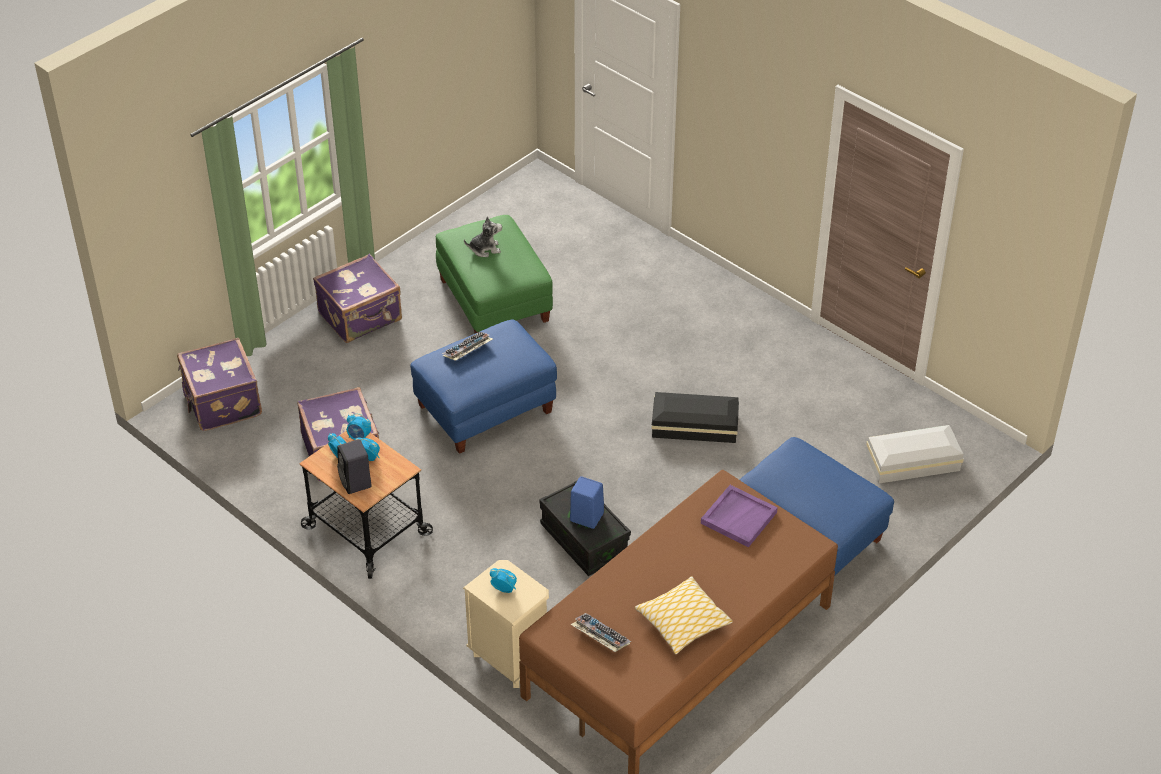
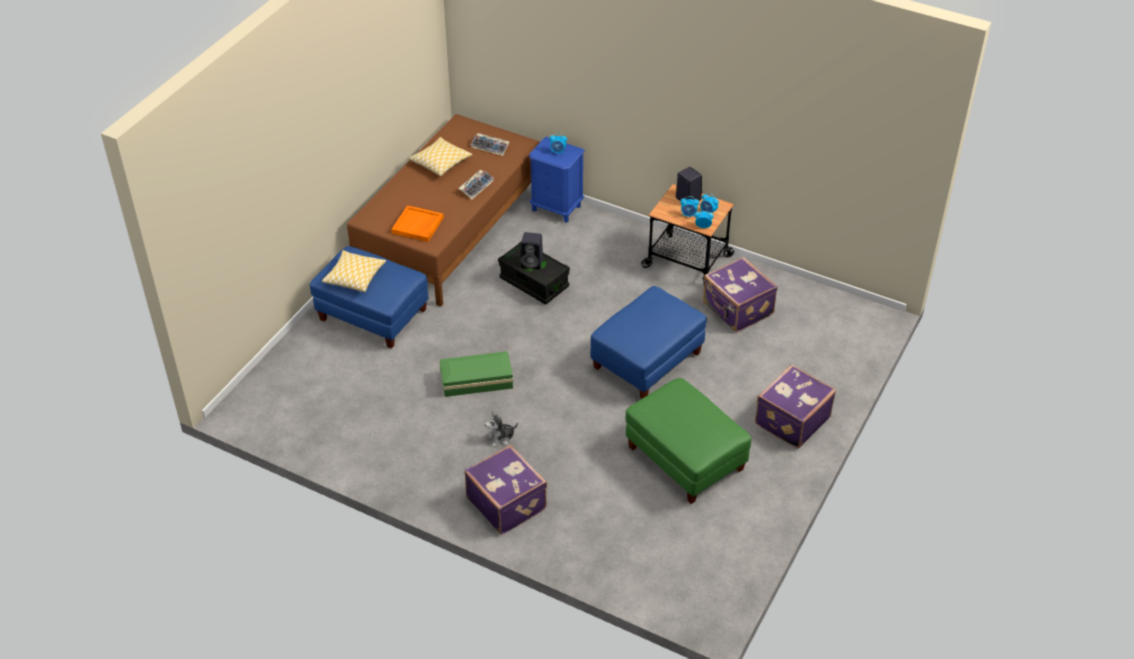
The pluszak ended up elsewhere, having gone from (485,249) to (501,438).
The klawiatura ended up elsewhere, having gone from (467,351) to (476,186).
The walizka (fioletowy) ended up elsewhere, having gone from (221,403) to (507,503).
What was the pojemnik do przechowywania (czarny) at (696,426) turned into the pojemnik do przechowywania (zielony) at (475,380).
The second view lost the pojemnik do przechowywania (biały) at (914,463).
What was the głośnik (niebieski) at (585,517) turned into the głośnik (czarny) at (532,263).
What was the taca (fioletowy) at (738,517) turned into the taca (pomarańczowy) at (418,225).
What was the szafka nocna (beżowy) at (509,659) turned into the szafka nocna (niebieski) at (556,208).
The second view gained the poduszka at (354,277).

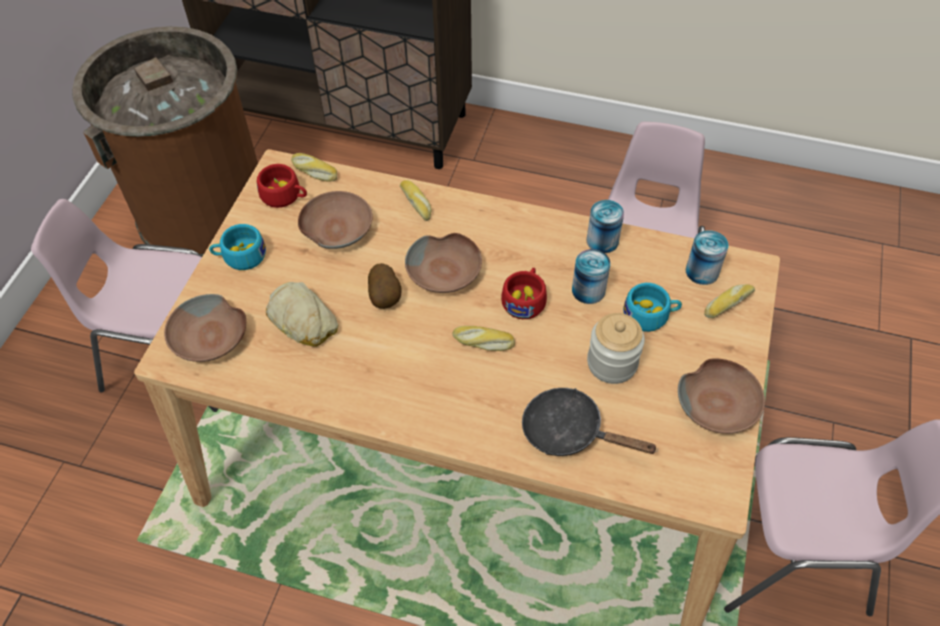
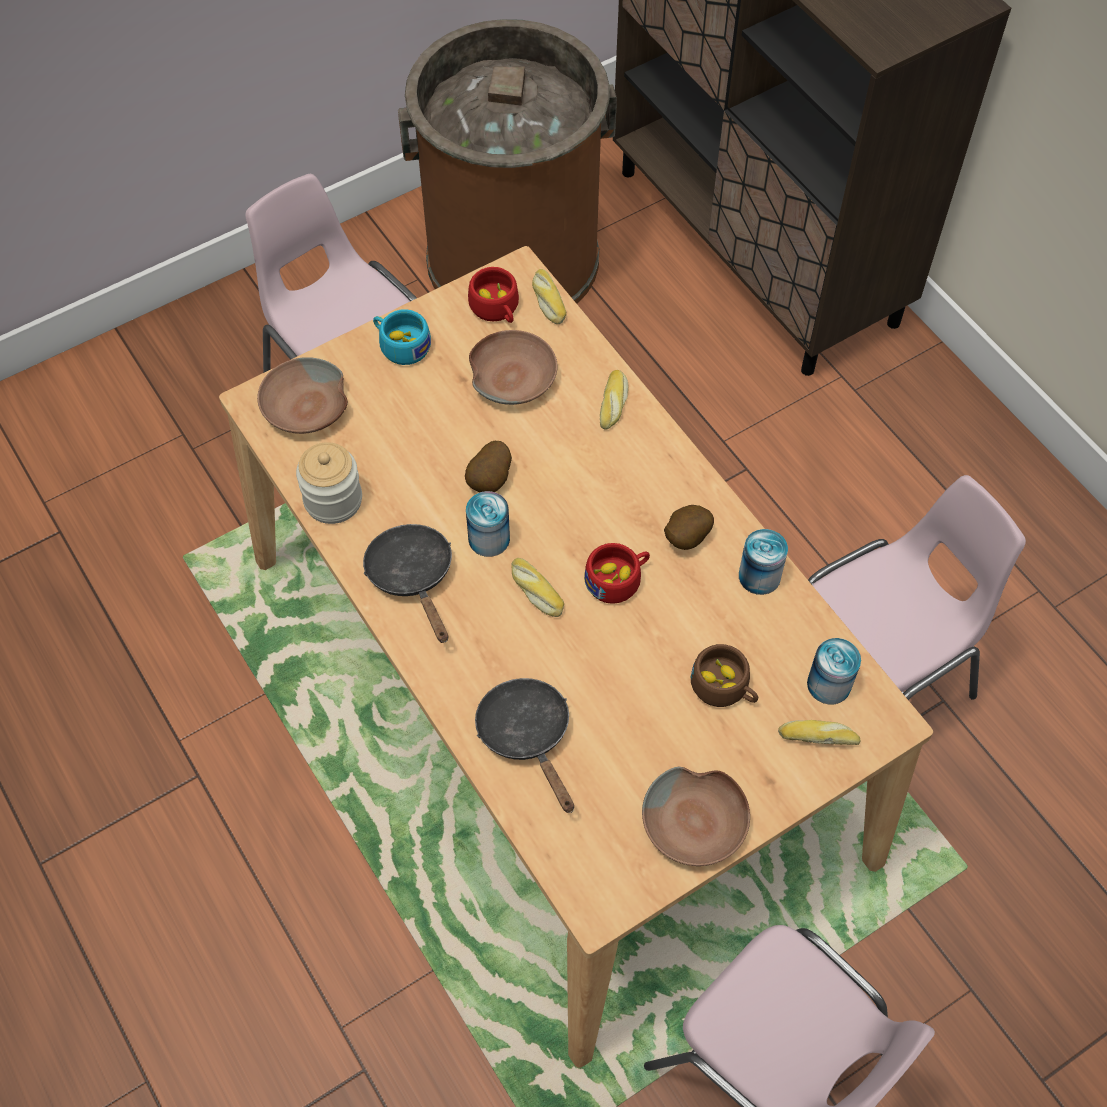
The second view lost the miska (brązowy) at (445,272).
The puszka ended up elsewhere, having gone from (588,290) to (489,538).
The second view lost the chleb at (302,321).
What was the filiżanka (turkusowy) at (650,315) turned into the filiżanka (brązowy) at (725,688).
The słoik ended up elsewhere, having gone from (612,363) to (333,500).
The second view gained the ziemniak at (685,538).
The second view gained the patelnia (czarny) at (413,577).

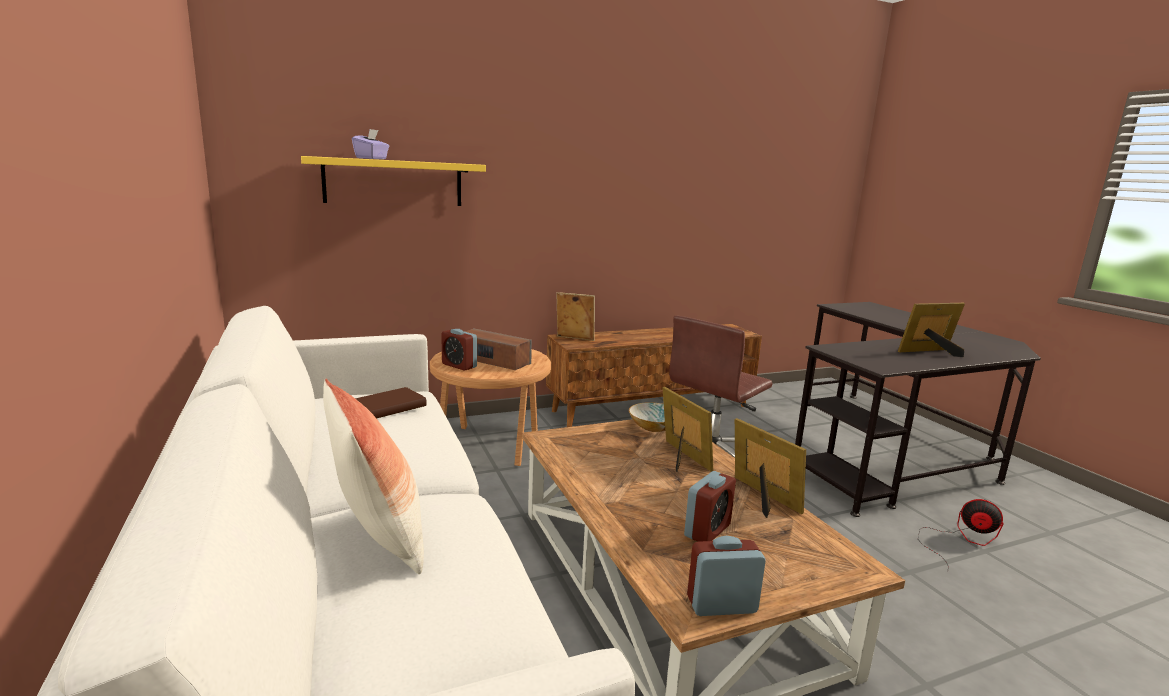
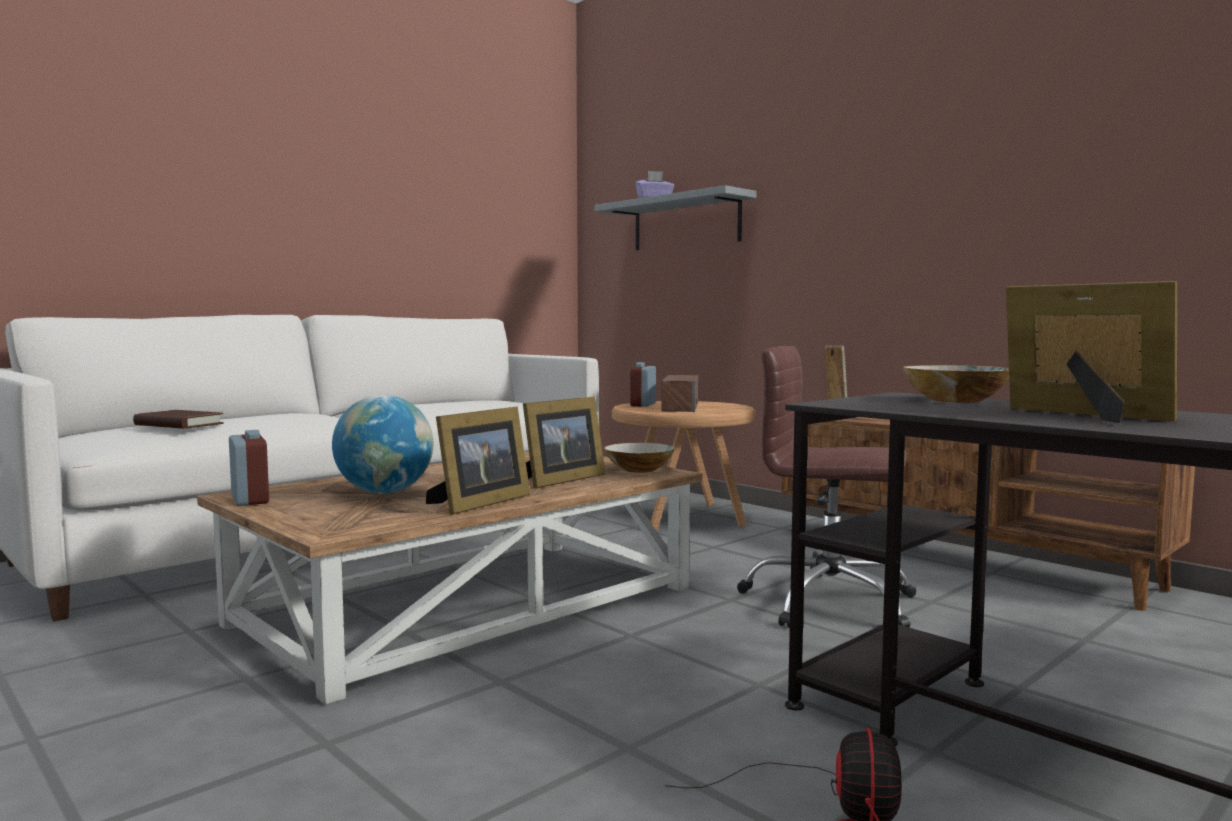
What was the półka (żółty) at (394,182) turned into the półka (szary) at (686,223).
The second view lost the poduszka at (379,536).
The książka (brązowy) ended up elsewhere, having gone from (390,407) to (178,424).
Where the budzik stood at (707,530), the globus came to stand at (384,492).
The second view gained the miska at (956,400).

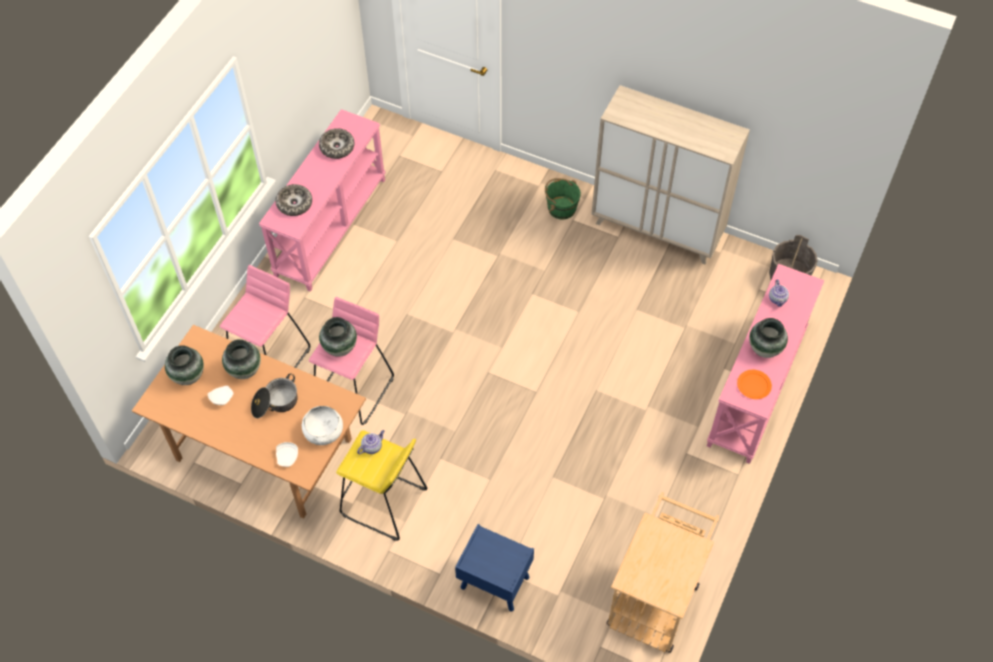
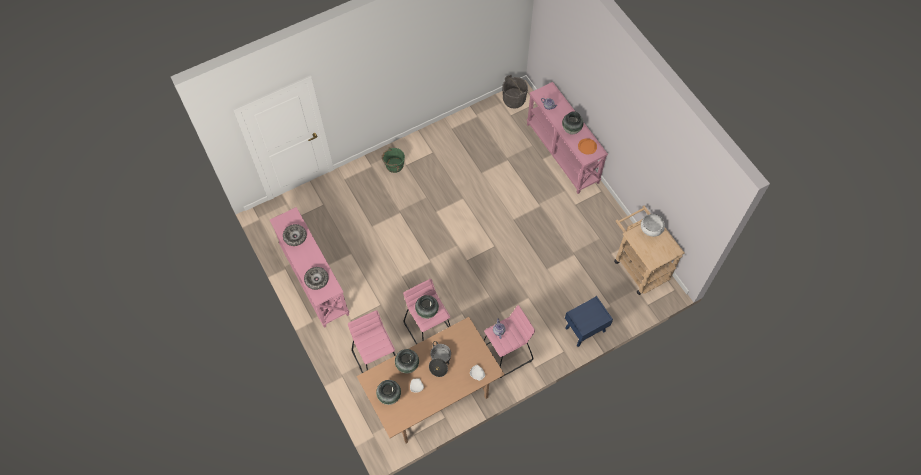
The second view lost the szafka (beżowy) at (657,229).
The miska (biały) ended up elsewhere, having gone from (323,430) to (651,228).
What was the stołek (żółty) at (384,503) turned into the stołek (różowy) at (506,354).

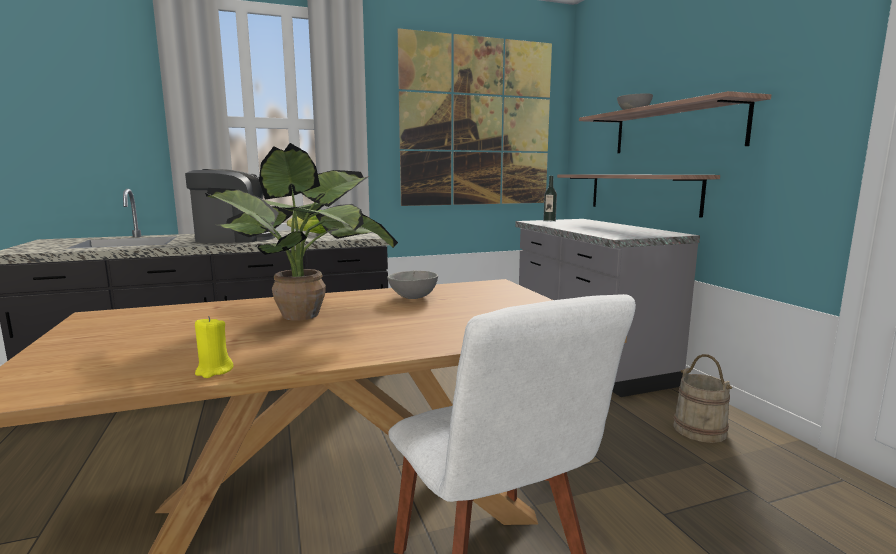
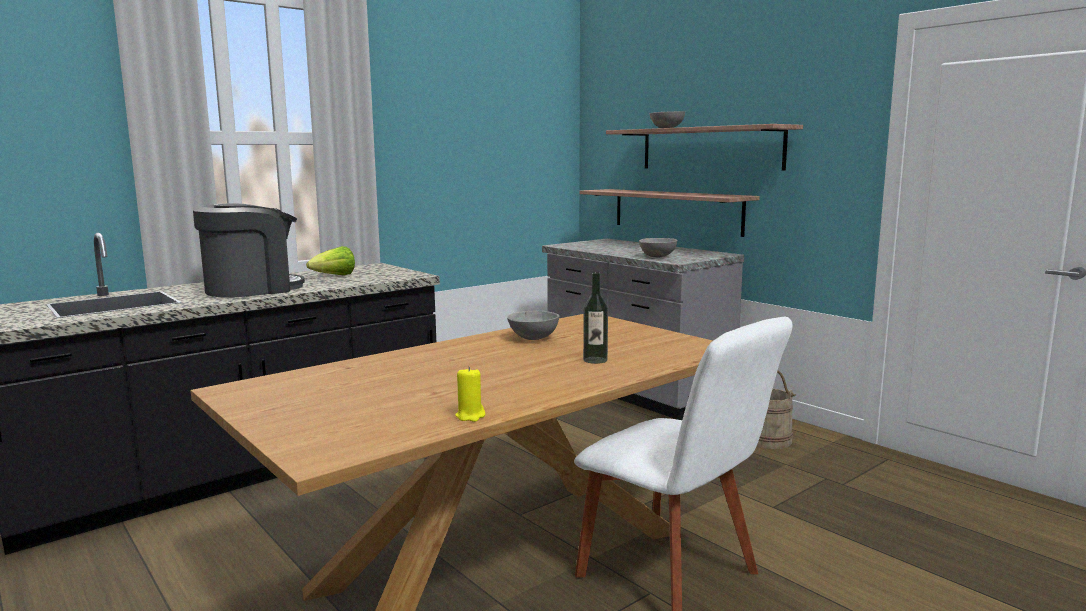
The second view lost the obraz at (477,123).
The second view lost the roślina doniczkowa at (306,313).
The butelka ended up elsewhere, having gone from (549,221) to (595,360).
The second view gained the miska (szary) at (657,257).

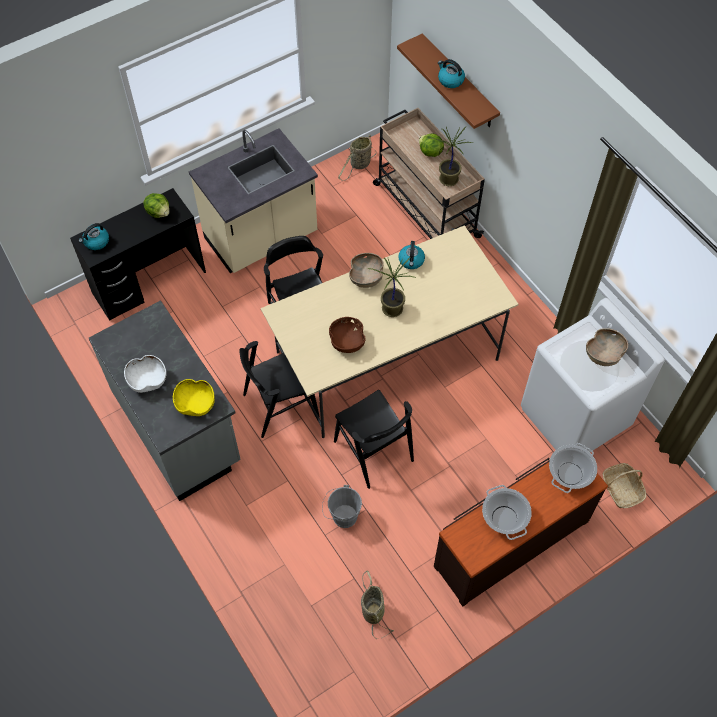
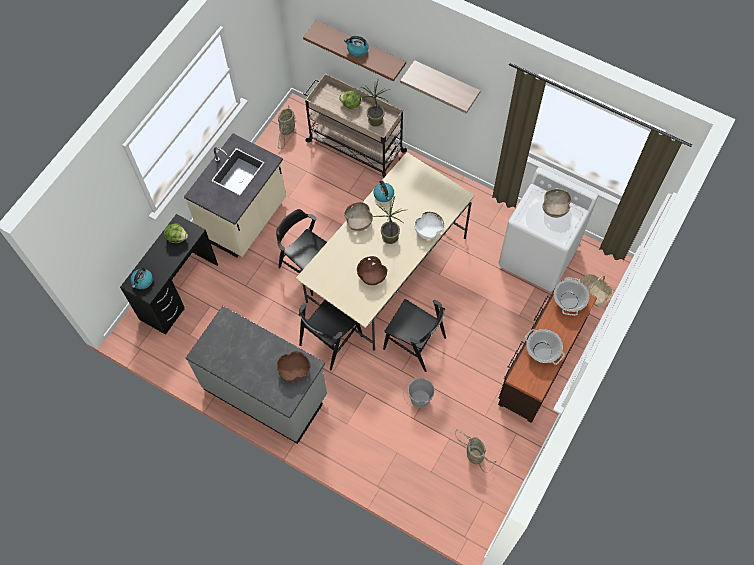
The miska (biały) ended up elsewhere, having gone from (148,380) to (428,230).
What was the miska (żółty) at (196,404) turned into the miska (brązowy) at (294,370).
The second view gained the półka at (446,82).

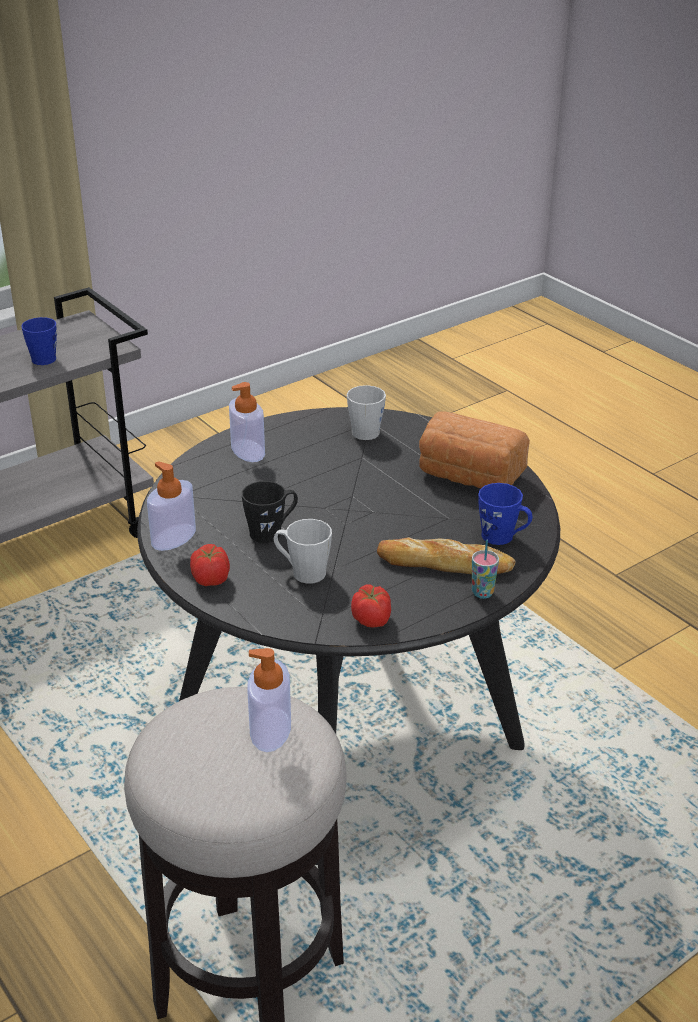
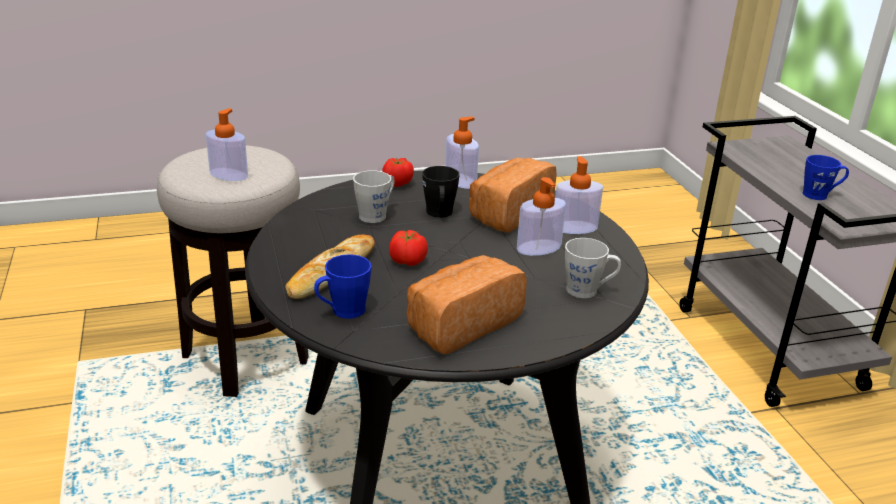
The second view lost the filiżanka at (482,593).
The pomidor ended up elsewhere, having gone from (371,620) to (408,262).
The second view gained the chleb at (508,213).
The second view gained the dozownik mydła at (539,248).

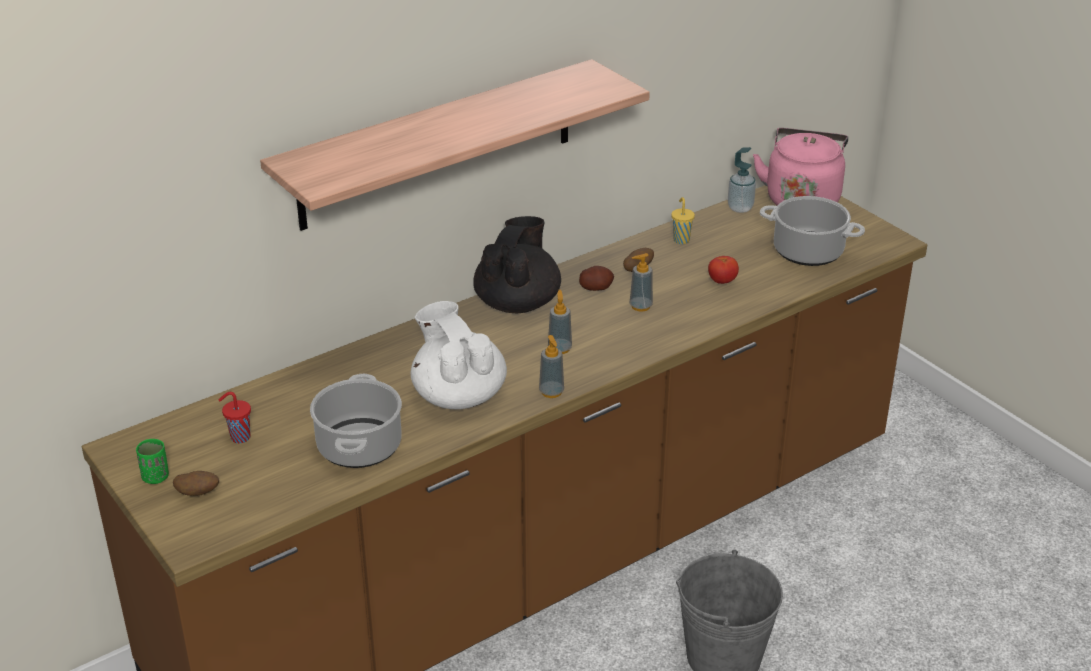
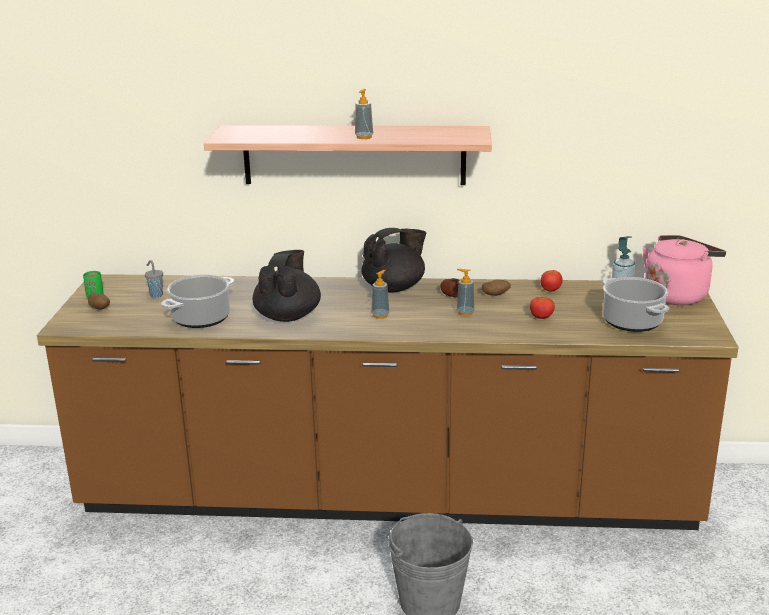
Where the filiżanka (żółty) stood at (681,240), the pomidor came to stand at (550,290).
What was the imbryk (biały) at (458,395) turned into the imbryk (czarny) at (288,316).
The dozownik mydła ended up elsewhere, having gone from (551,392) to (364,137).
What was the filiżanka (czerwony) at (239,437) turned into the filiżanka (szary) at (156,295).

